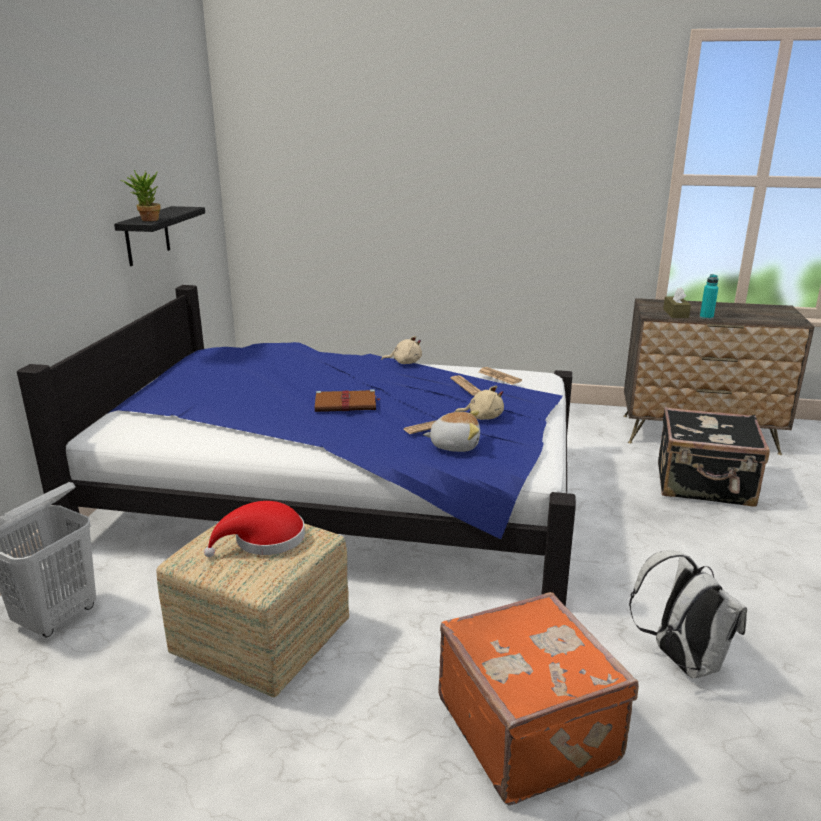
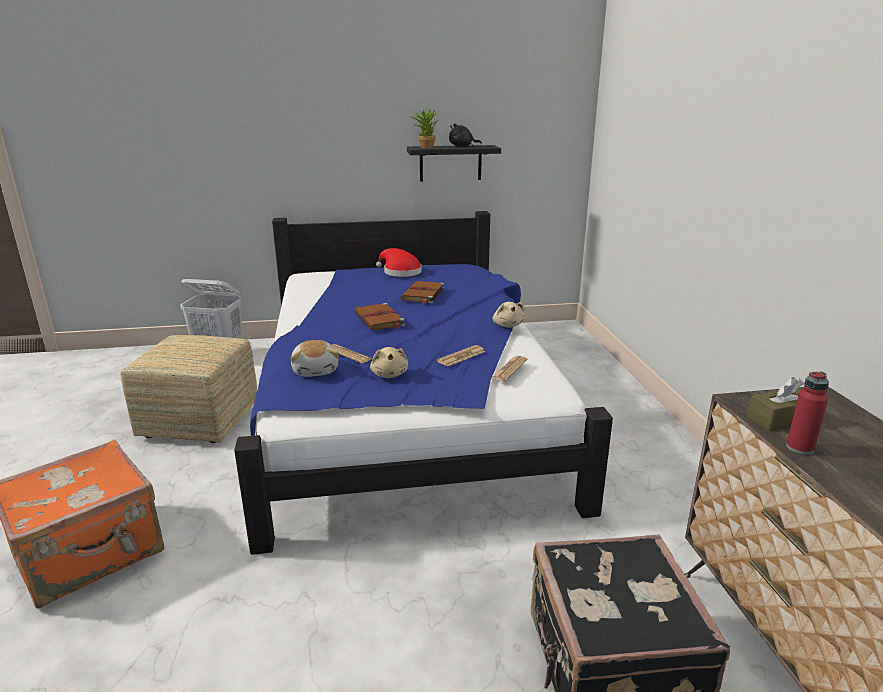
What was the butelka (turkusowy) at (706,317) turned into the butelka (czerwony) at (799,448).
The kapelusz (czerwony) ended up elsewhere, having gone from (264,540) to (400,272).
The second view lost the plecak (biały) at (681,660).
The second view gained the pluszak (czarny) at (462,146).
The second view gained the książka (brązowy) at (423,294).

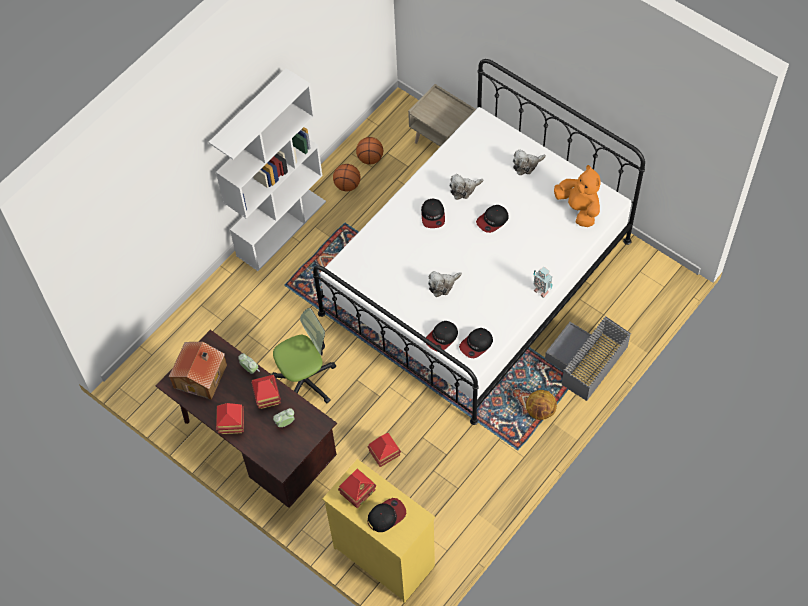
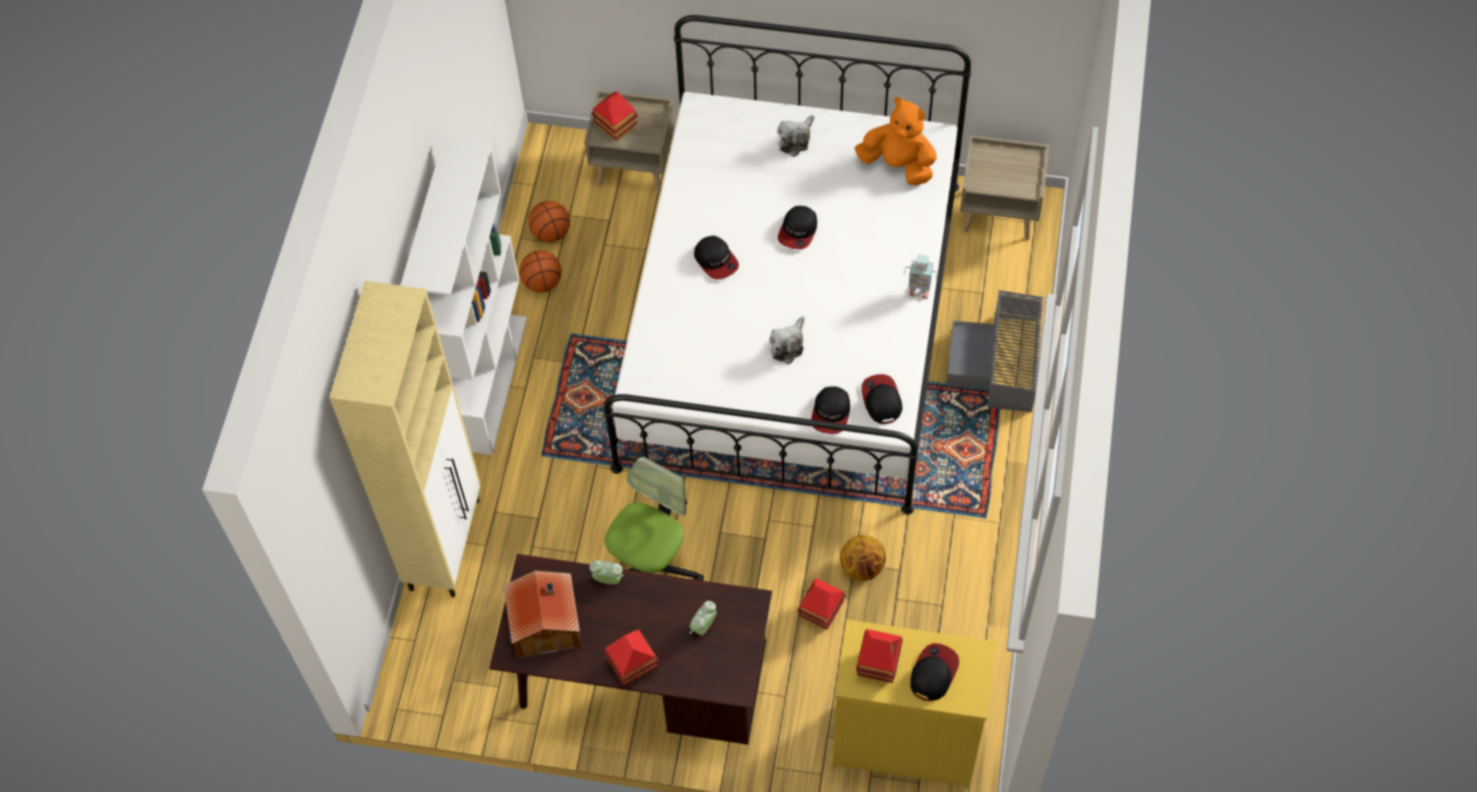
The second view lost the pluszak at (464,189).
The czapka z daszkiem at (476,344) ended up facing another way, 150 degrees clockwise from before.
The domek ended up elsewhere, having gone from (267,398) to (616,128).
The piłka do koszykówki ended up elsewhere, having gone from (540,411) to (863,567).
The second view gained the szafka nocna (beżowy) at (999,213).
The second view gained the szafka (beżowy) at (445,543).

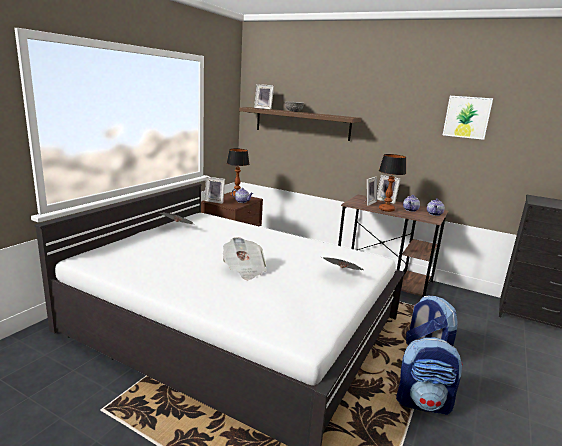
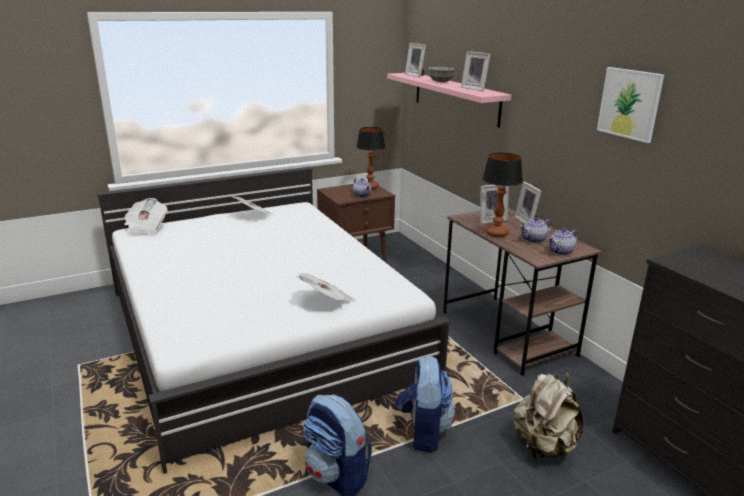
What was the półka (brązowy) at (302,123) turned into the półka (różowy) at (455,98).
The ramka na zdjęcie ended up elsewhere, having gone from (215,201) to (475,89).
The gazeta ended up elsewhere, having gone from (244,270) to (145,229).
The second view gained the plecak (beżowy) at (543,447).

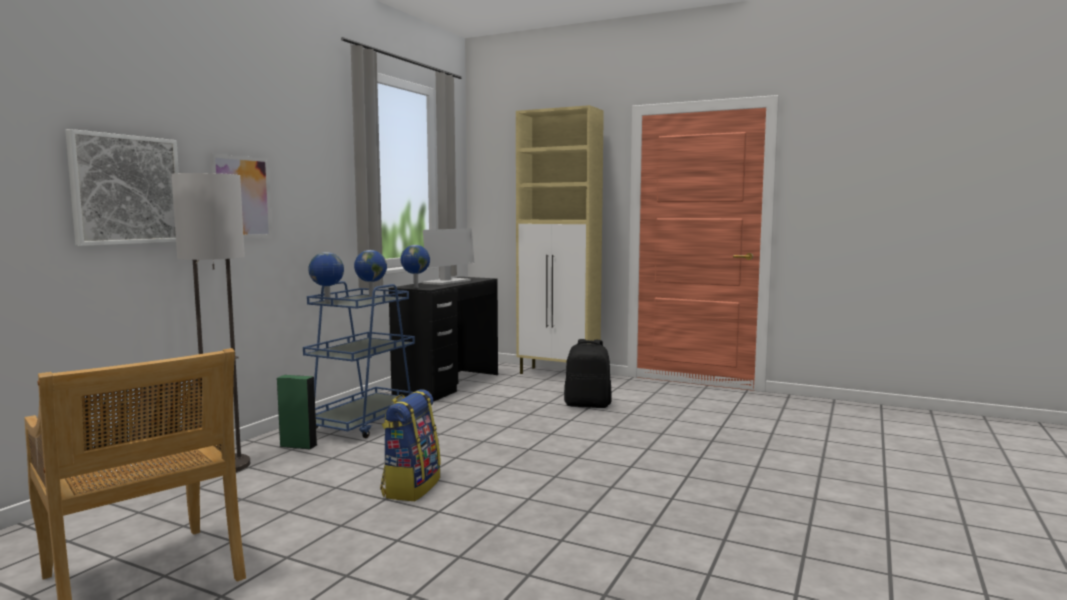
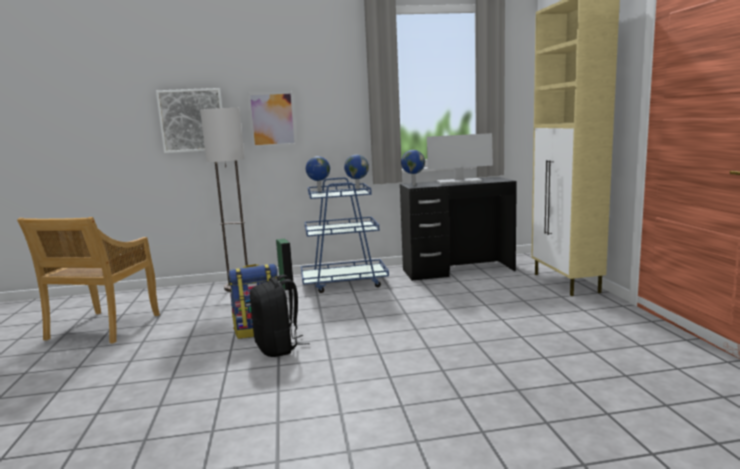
The plecak (czarny) ended up elsewhere, having gone from (588,405) to (278,348).

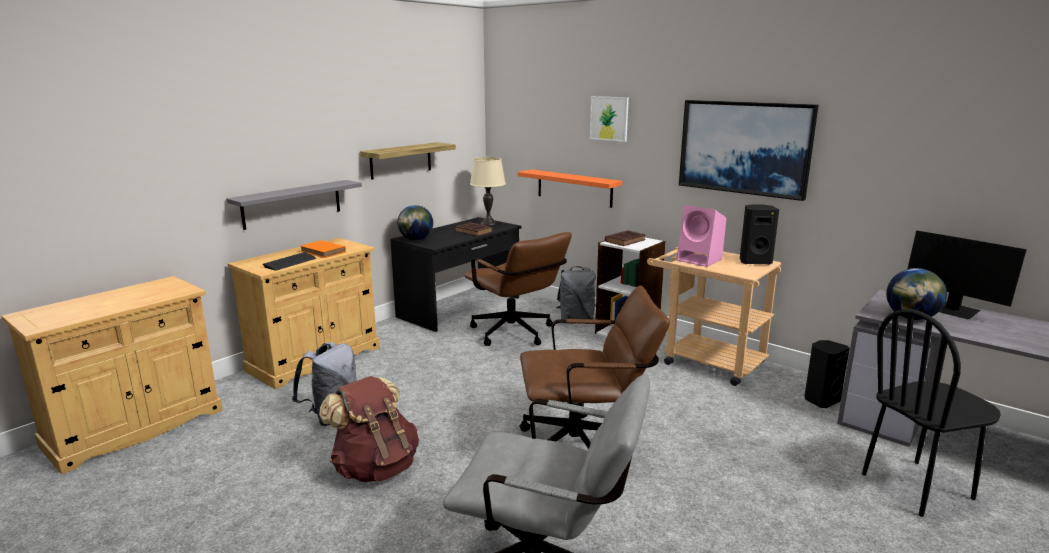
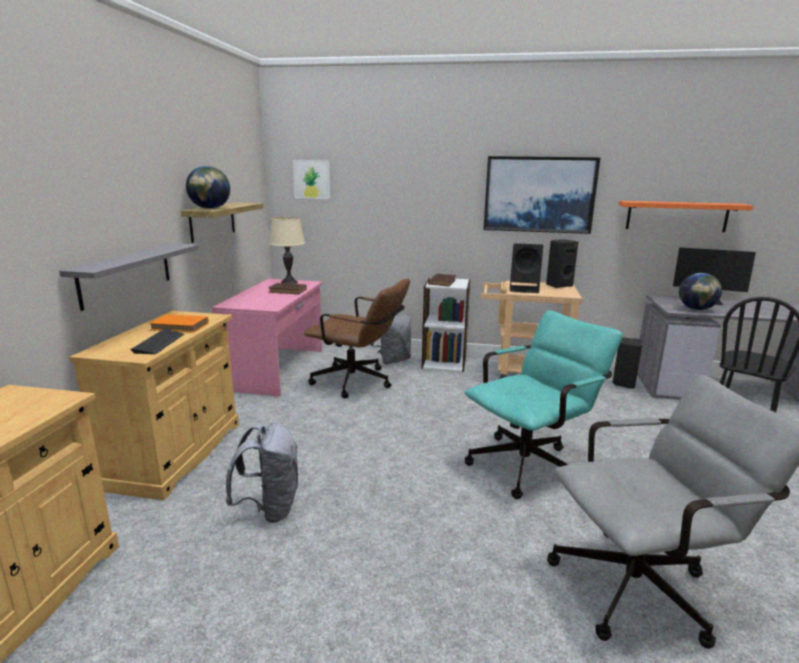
The obraz ended up elsewhere, having gone from (609,118) to (312,179).
The półka (pomarańczowy) ended up elsewhere, having gone from (574,188) to (676,216).
The globus ended up elsewhere, having gone from (416,239) to (210,208).
What was the głośnik (różowy) at (700,260) turned into the głośnik (czarny) at (525,289).
What was the biurko (czarny) at (460,307) turned into the biurko (różowy) at (277,369).
What was the krzesło biurowe (brązowy) at (586,447) turned into the krzesło biurowe (turkusowy) at (531,463).
The second view lost the plecak (brązowy) at (375,468).

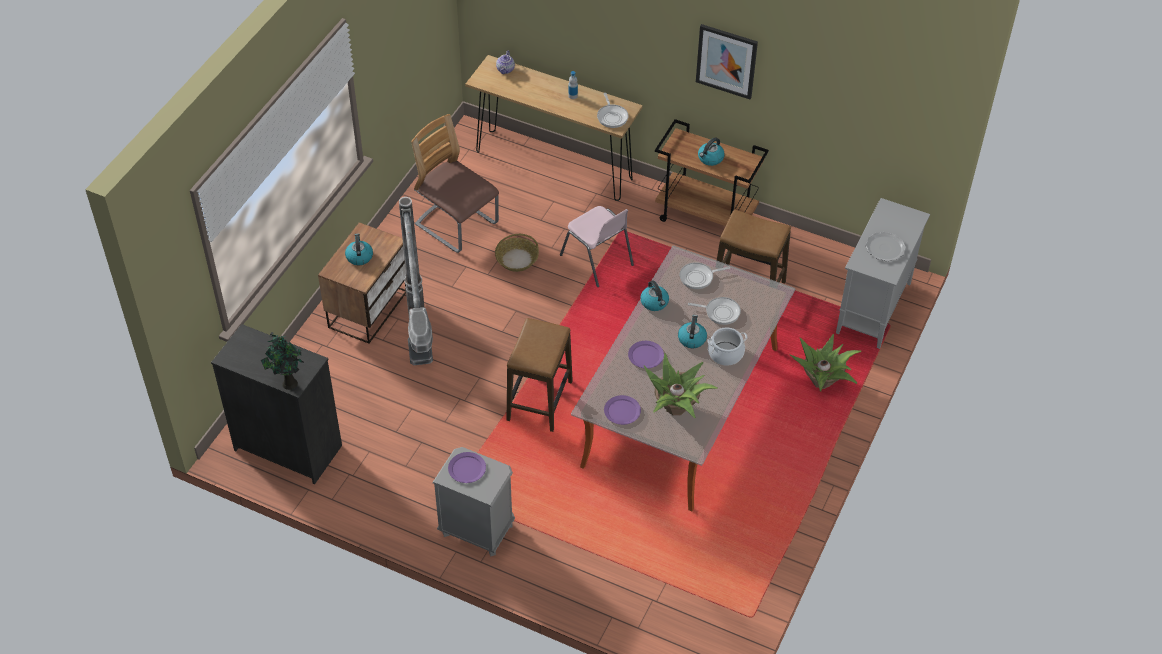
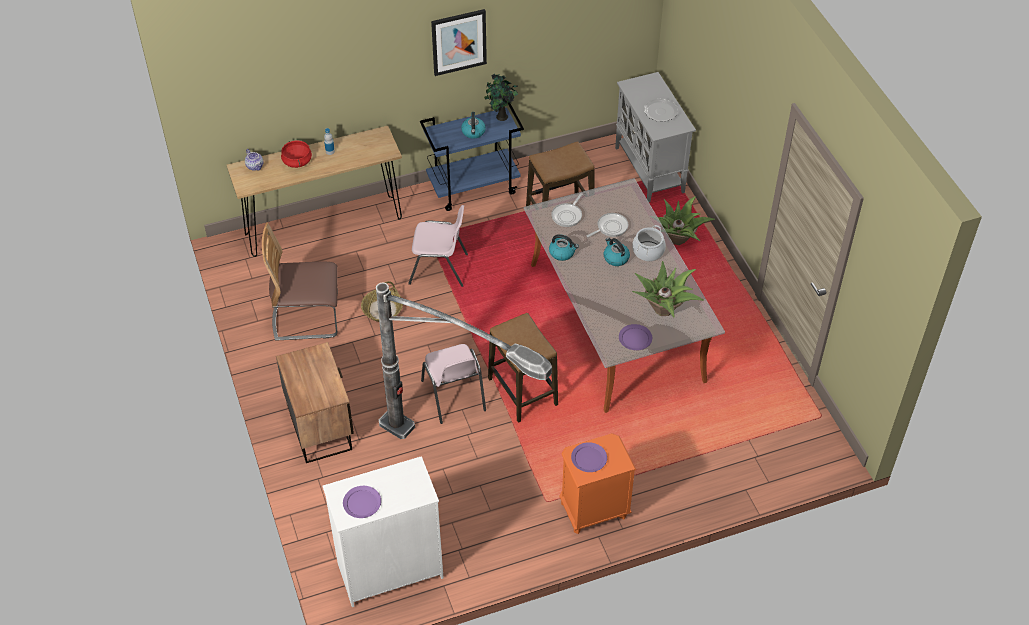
The second view lost the patelnia at (612,116).
What was the wózek (brązowy) at (706,217) turned into the wózek (niebieski) at (474,187).
The second view lost the czajnik at (359,256).
What was the komoda (czarny) at (288,447) turned into the komoda (biały) at (390,570).
The roślina doniczkowa ended up elsewhere, having gone from (288,383) to (501,117).
The talerz (fioletowy) ended up elsewhere, having gone from (645,356) to (362,503).
What was the szafka nocna (szary) at (476,530) turned into the szafka nocna (pomarańczowy) at (593,510).
The second view gained the garnek (czerwony) at (297,161).
The second view gained the krzesło (różowy) at (454,396).

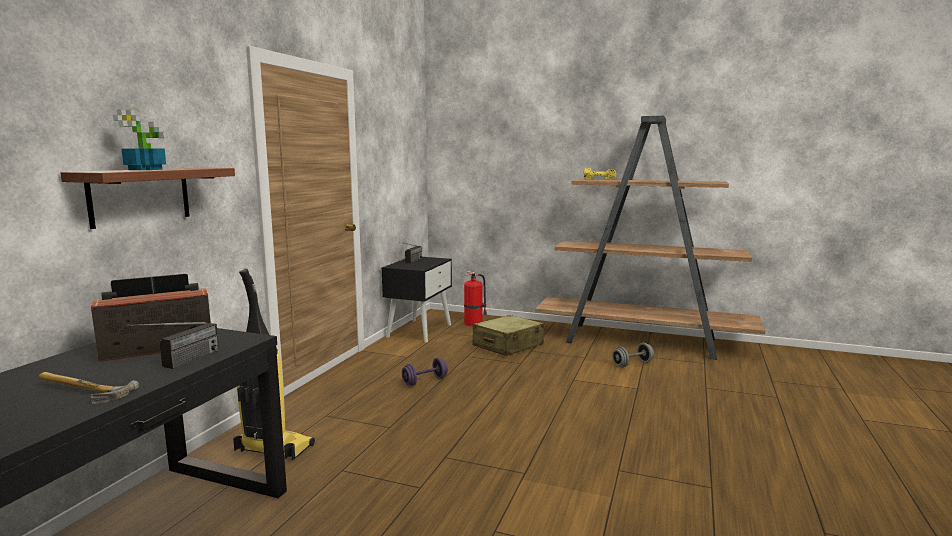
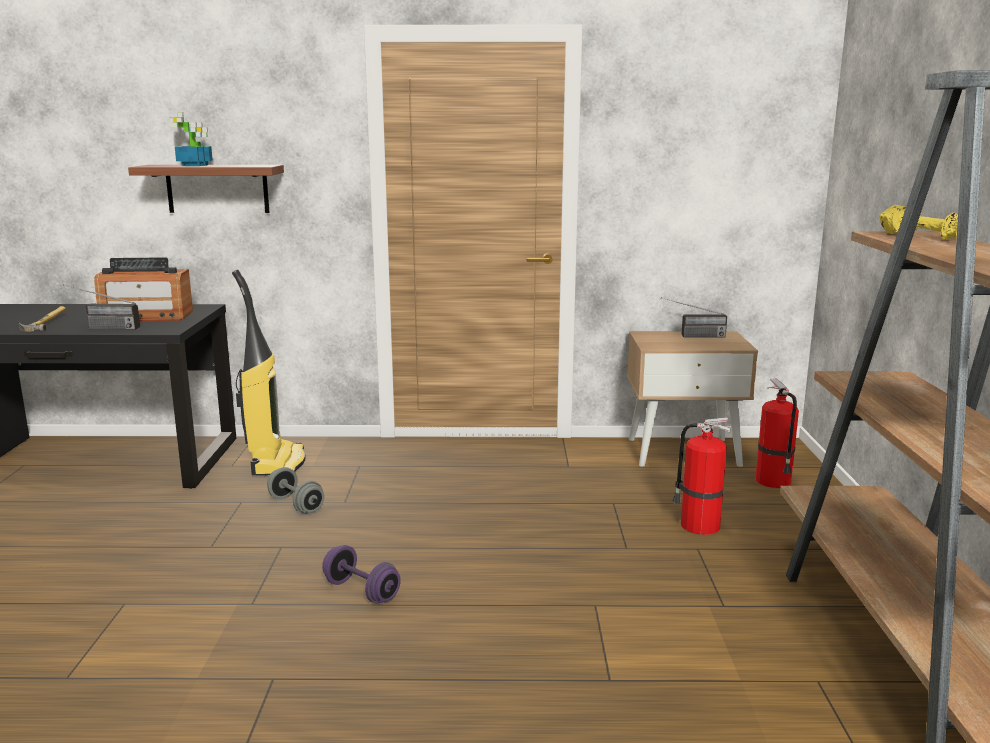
What was the szafka nocna (czarny) at (419,330) turned into the szafka nocna (beżowy) at (684,452).
The radio at (158,347) ended up facing another way, 135 degrees clockwise from before.
Where the walizka (beżowy) stood at (507,346), the gaśnica came to stand at (697,525).
The hantel (szary) ended up elsewhere, having gone from (632,364) to (296,505).
The hantel (fioletowy) ended up elsewhere, having gone from (425,381) to (361,591).

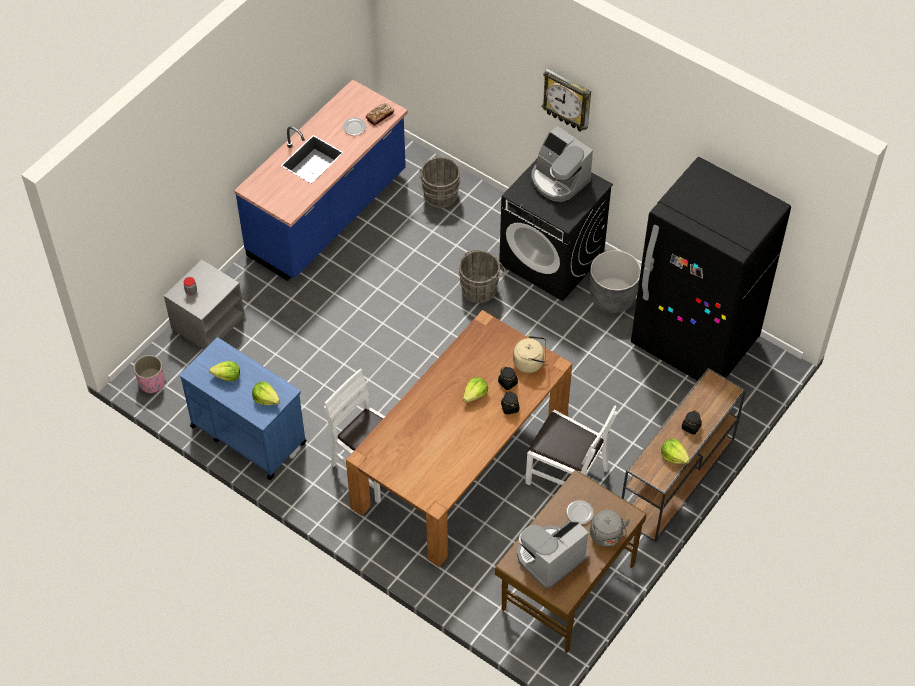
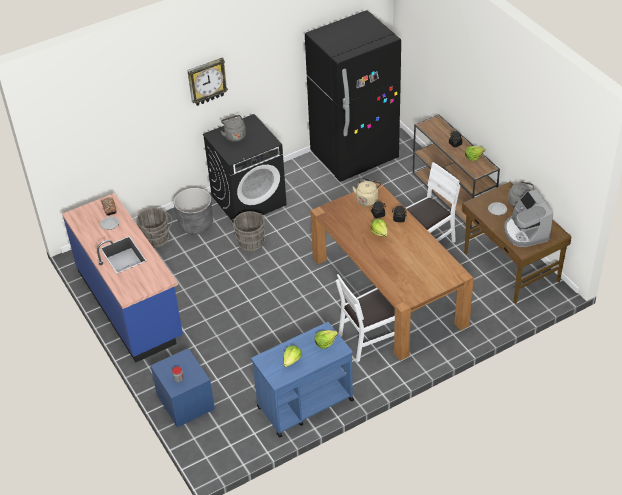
Where the ekspres do kawy stood at (558,180), the czajnik (szary) came to stand at (234,136).
The donica (szary) ended up elsewhere, having gone from (612,297) to (196,224).
What was the szafka nocna (szary) at (208,322) turned into the szafka nocna (niebieski) at (184,402).
The second view lost the donica (różowy) at (152,383).

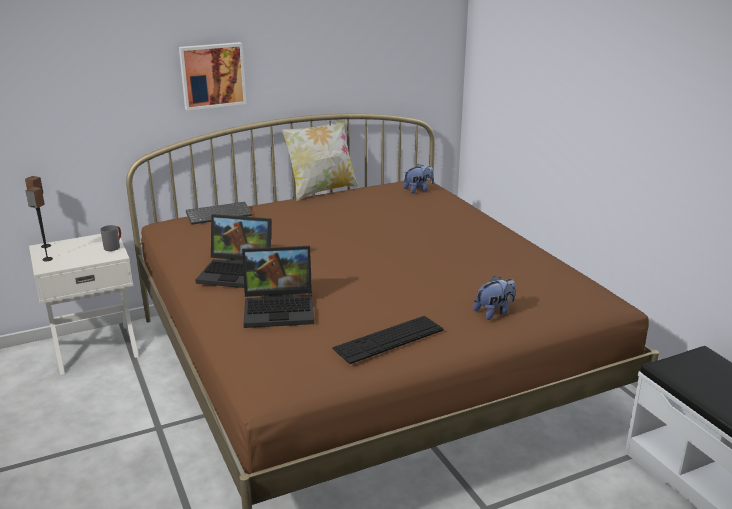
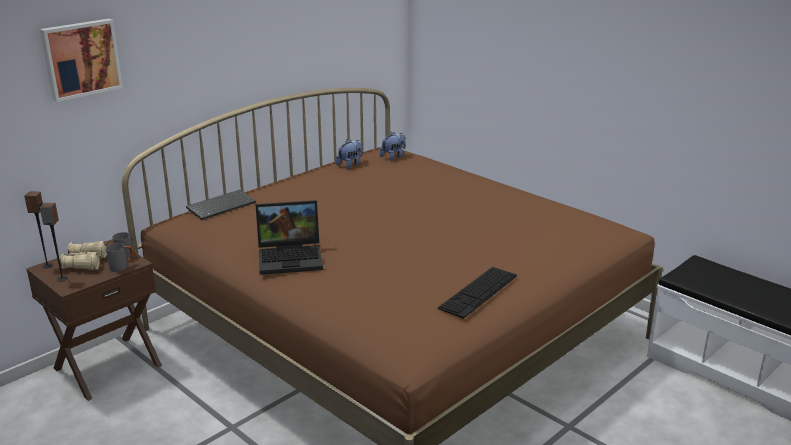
The obraz ended up elsewhere, having gone from (212,75) to (81,59).
The second view lost the poduszka at (322,190).
What was the szafka nocna (biały) at (95,347) turned into the szafka nocna (brązowy) at (107,366).
The second view lost the laptop at (281,308).
The pluszak ended up elsewhere, having gone from (494,312) to (350,164).
The second view gained the lornetka (beżowy) at (85,263).
The second view gained the kubek (szary) at (122,267).

